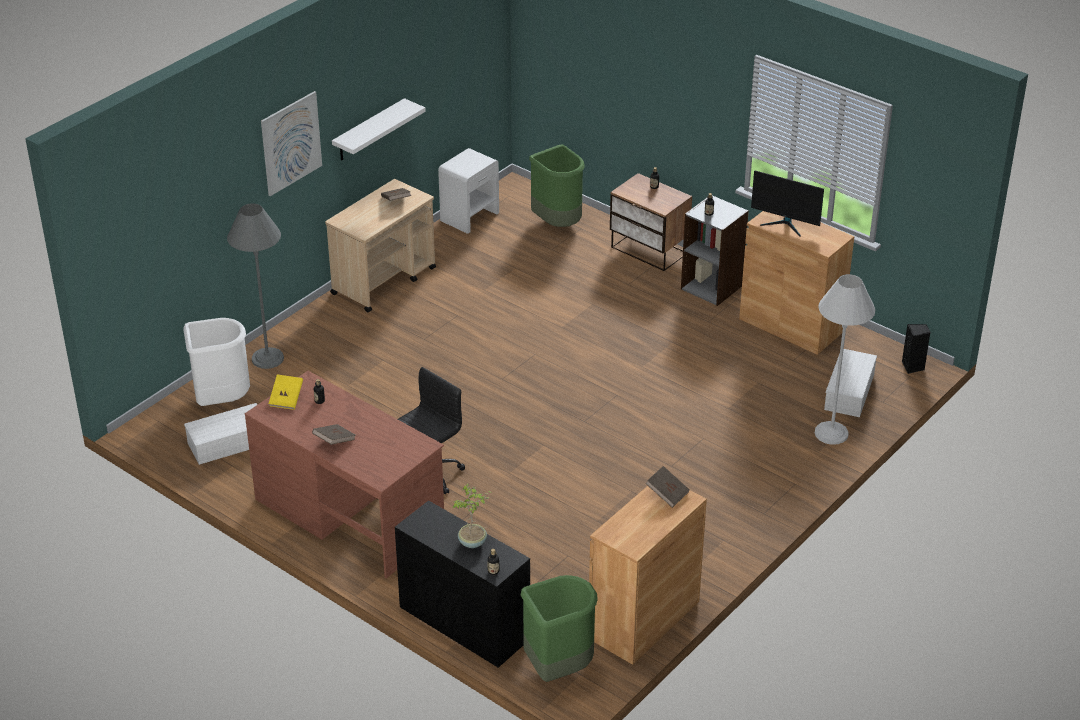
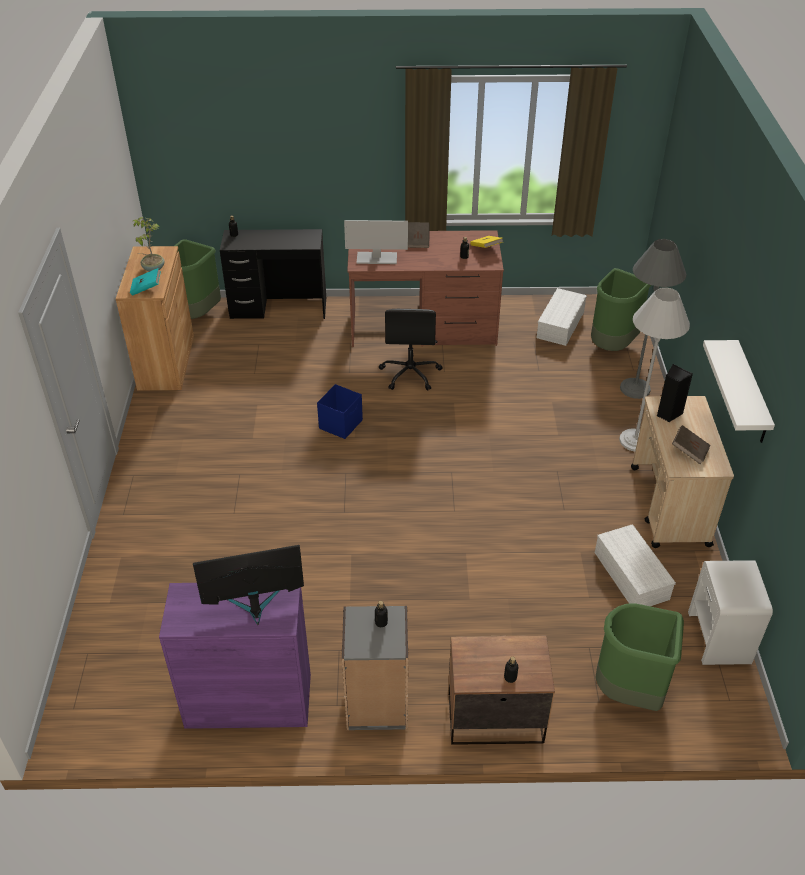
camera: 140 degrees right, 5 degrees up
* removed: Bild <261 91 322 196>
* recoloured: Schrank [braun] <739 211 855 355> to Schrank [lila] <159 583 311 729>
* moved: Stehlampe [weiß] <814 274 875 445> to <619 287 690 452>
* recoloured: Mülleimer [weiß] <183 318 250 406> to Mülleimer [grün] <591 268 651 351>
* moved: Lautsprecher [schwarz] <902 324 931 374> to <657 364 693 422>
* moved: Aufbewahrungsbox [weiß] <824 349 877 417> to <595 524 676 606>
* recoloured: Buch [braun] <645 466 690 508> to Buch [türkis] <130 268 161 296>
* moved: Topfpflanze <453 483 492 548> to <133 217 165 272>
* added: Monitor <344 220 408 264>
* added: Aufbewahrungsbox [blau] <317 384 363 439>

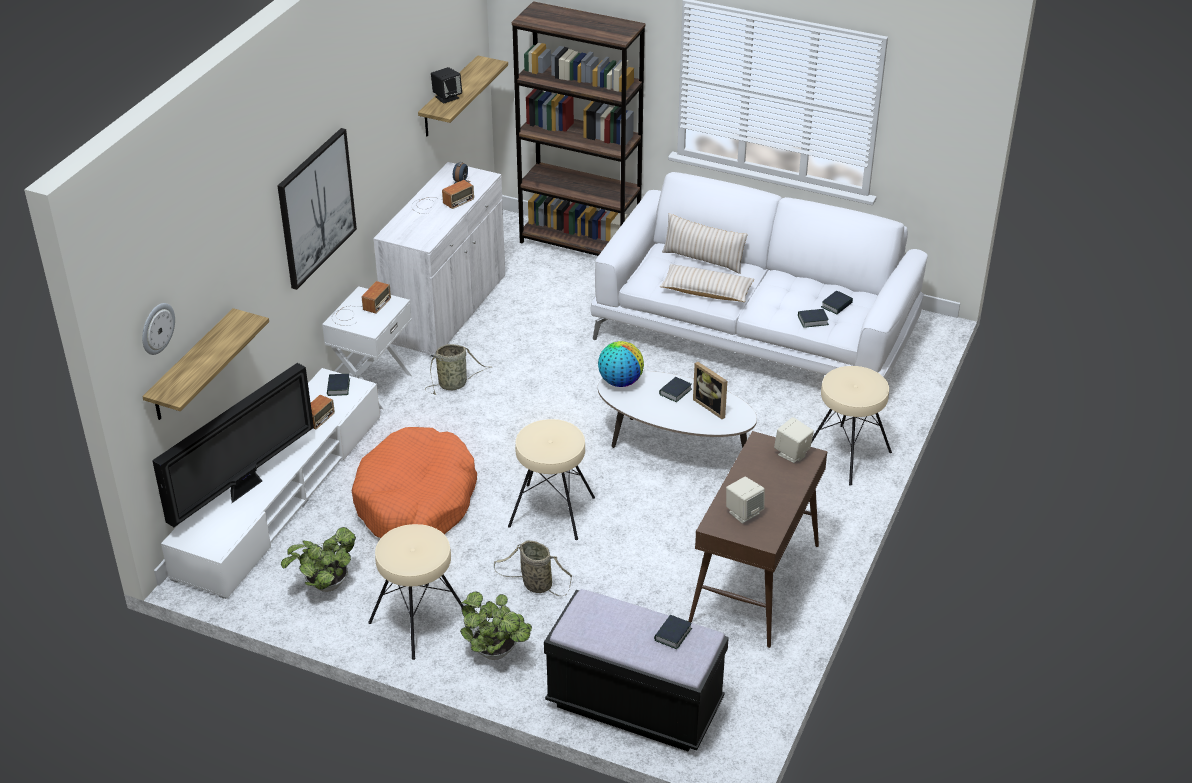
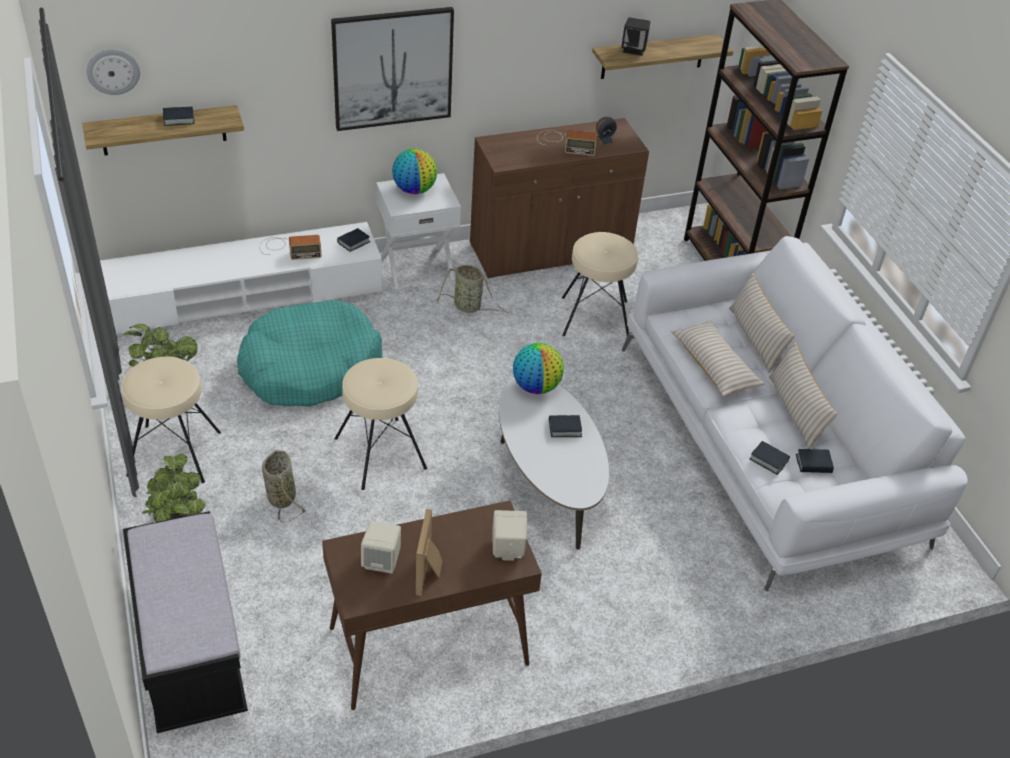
camera: 45 degrees right, 5 degrees up
* recoloured: Schrank [weiß] <373 162 505 357> to Schrank [braun] <470 118 649 278>
* replaced: Radio <332 281 391 326> to Globus <392 149 437 194>
* moved: Bilderrahmen <693 362 727 419> to <416 509 442 596>
* removed: Fernseher <152 363 314 527>
* moved: Hocker [beige] <811 366 892 486> to <562 232 638 336>
* recoloured: Hundebett [orange] <352 427 477 538> to Hundebett [türkis] <237 300 383 406>
* moved: Buch <654 615 692 649> to <163 107 194 126>
* added: Kissen [beige] <769 341 837 449>

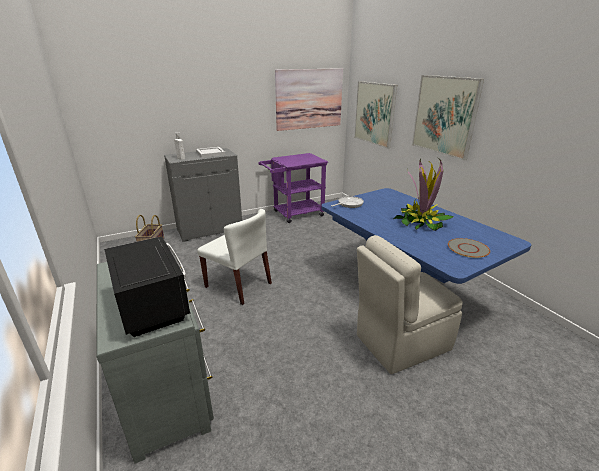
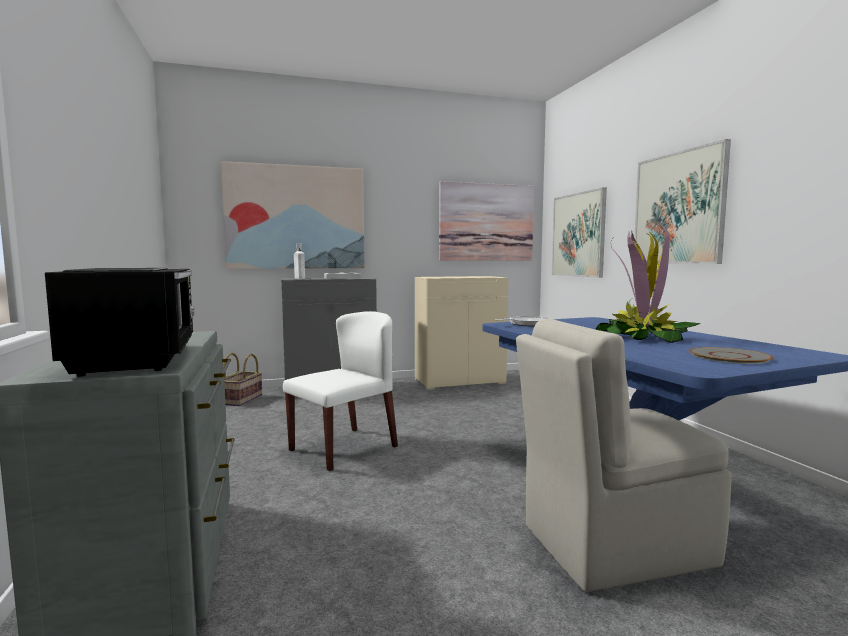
camera: 10 degrees right, 20 degrees down
* replaced: Rollwagen [lila] <258 153 328 223> to Schrank [beige] <415 276 509 390>
* turned: Stuhl [weiß] <197 209 272 305> = <283 311 398 471> 90 degrees counterclockwise
* added: Bild <221 161 365 269>

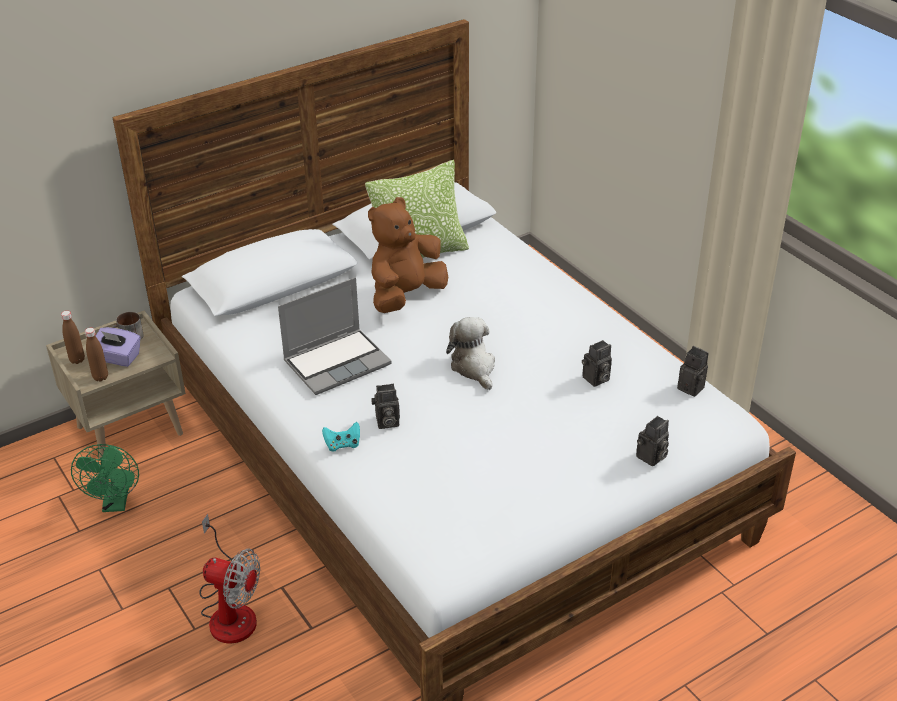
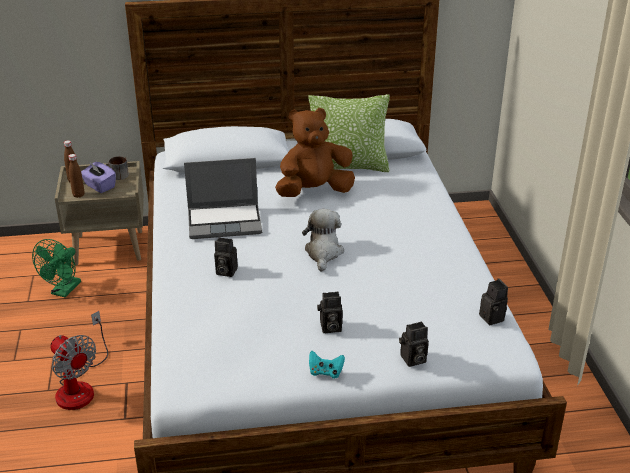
camera: 25 degrees right, 5 degrees down
* moved: Kamera <582 340 612 387> to <317 292 343 333>
* moved: Gamepad [türkis] <322 422 360 452> to <309 351 345 379>

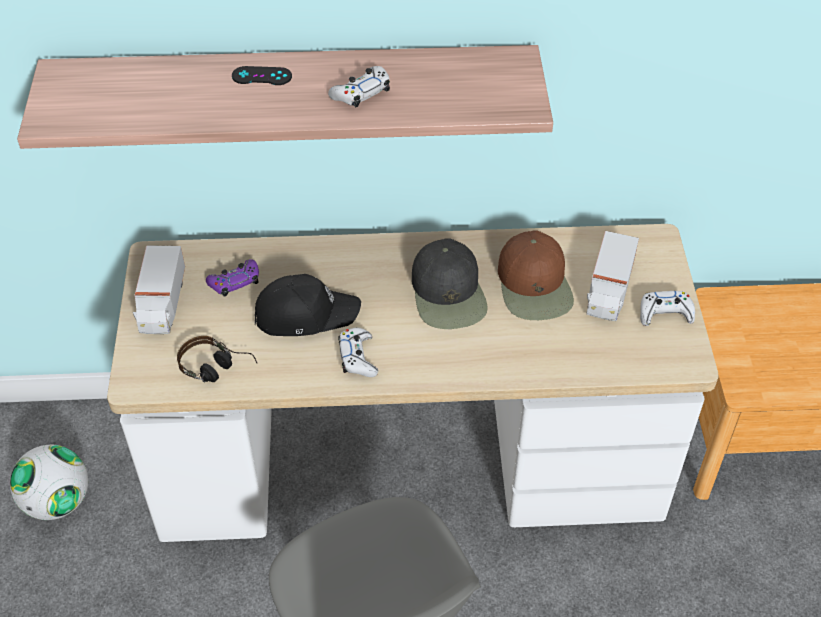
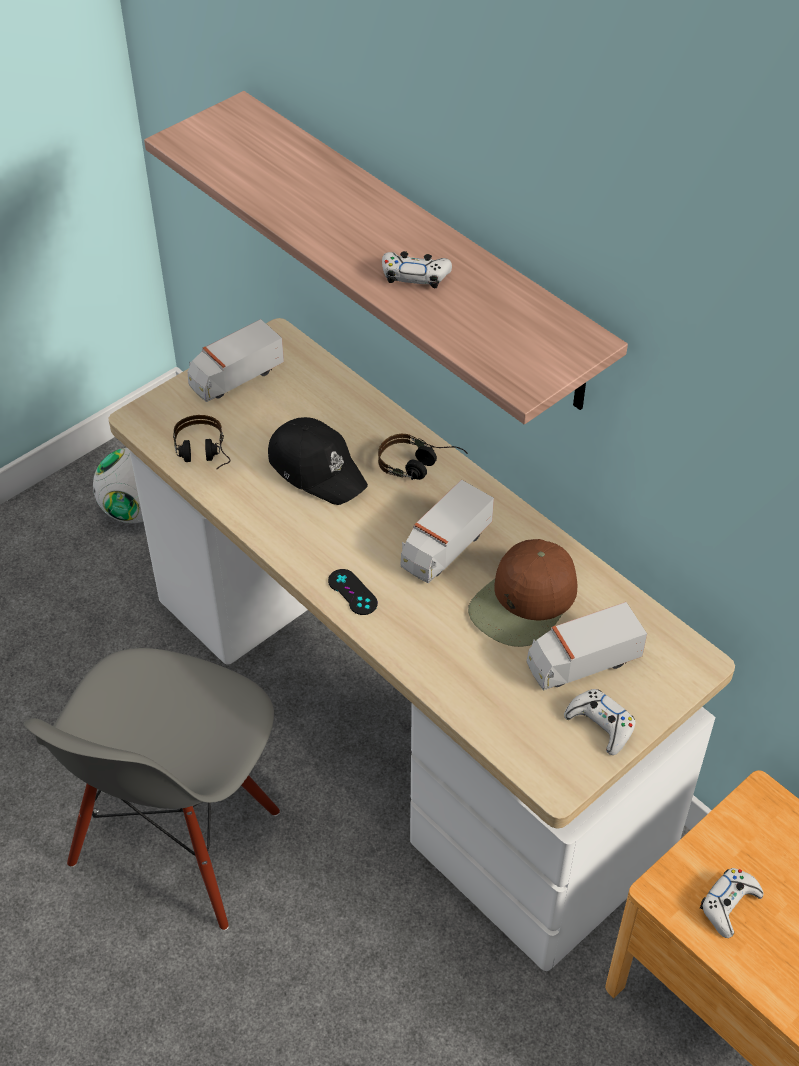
camera: 50 degrees right, 0 degrees up
* moved: Gamepad [schwarz] <232 66 292 85> to <328 569 378 615>
* replaced: Kappe [schwarz] <412 238 488 329> to Spielzeuglaster <400 480 494 583>
* removed: Gamepad [lila] <206 259 259 297>
* moved: Gamepad [weiß] <338 328 378 377> to <700 868 763 938>
* added: Kopfhörer <378 434 468 480>

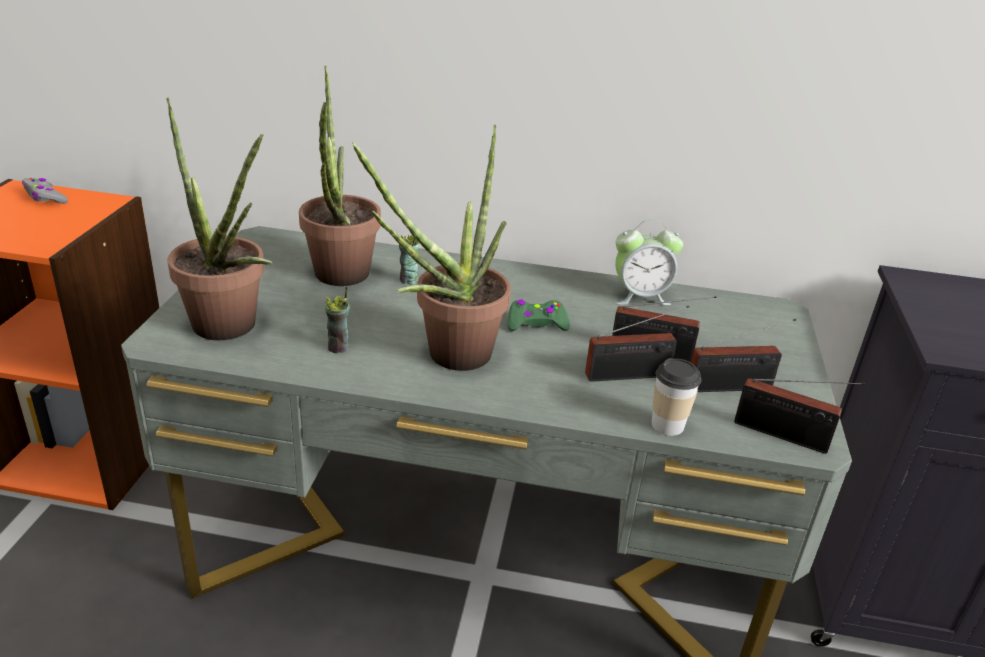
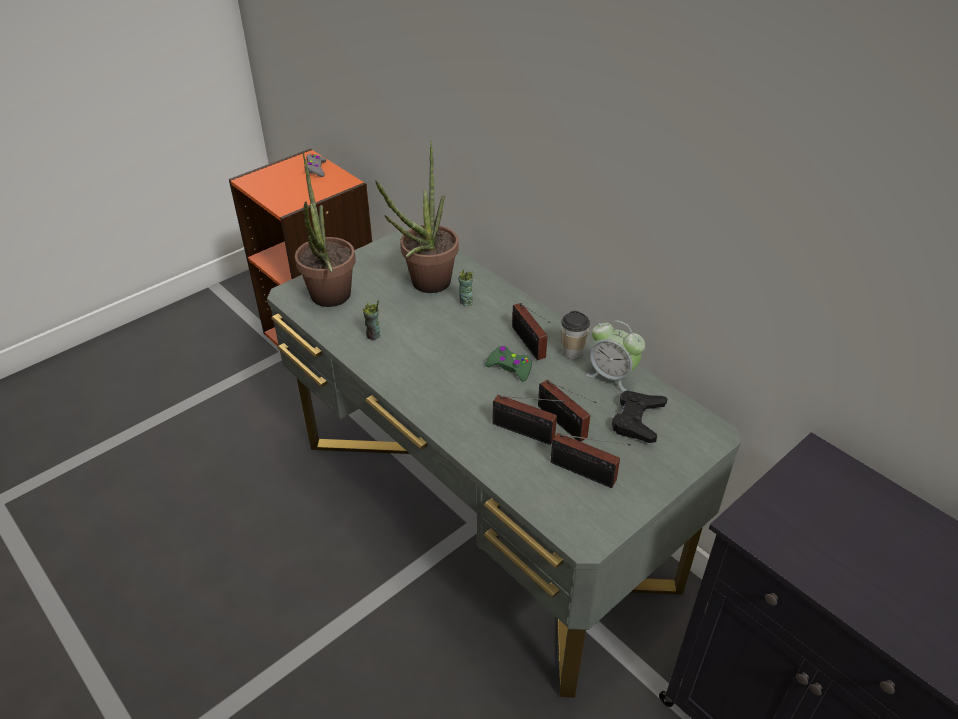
camera: 40 degrees right, 10 degrees up
* removed: Topfpflanze <352 125 511 371>
* moved: Tasse <651 358 701 436> to <561 311 590 359>
* moved: Radio <734 378 865 454> to <512 303 550 360>
* added: Gamepad [schwarz] <612 390 668 443>

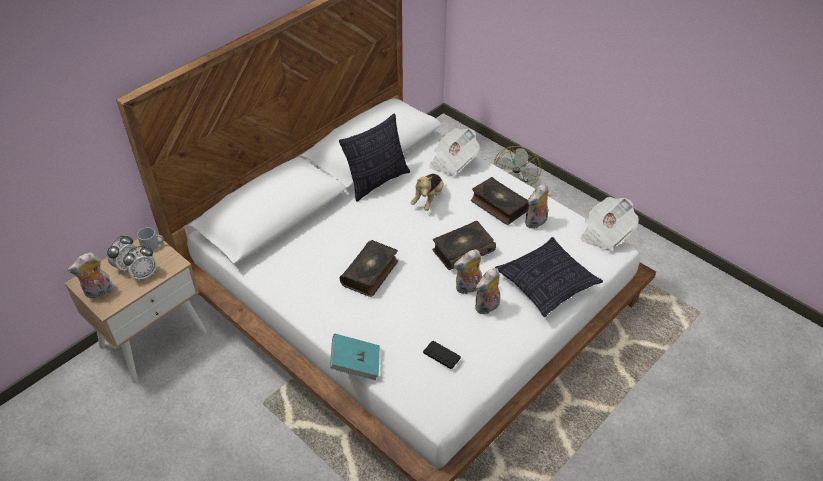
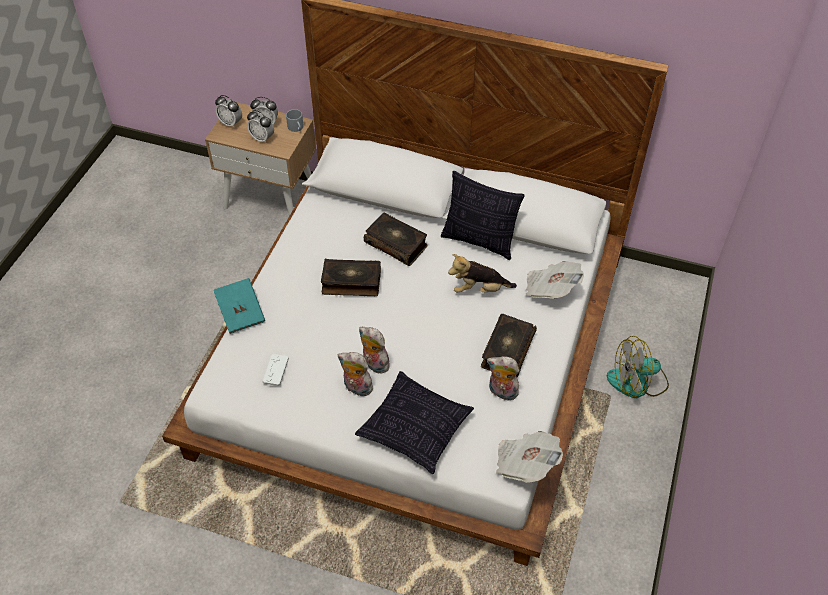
camera: 65 degrees right, 5 degrees up
* moved: Buch <432 221 496 270> to <364 213 428 266>
* replaced: Plüschtier <67 253 113 299> to Wecker <215 95 242 128>
* recoloured: Gamepad [schwarz] <423 341 461 369> to Gamepad [weiß] <263 354 289 386>

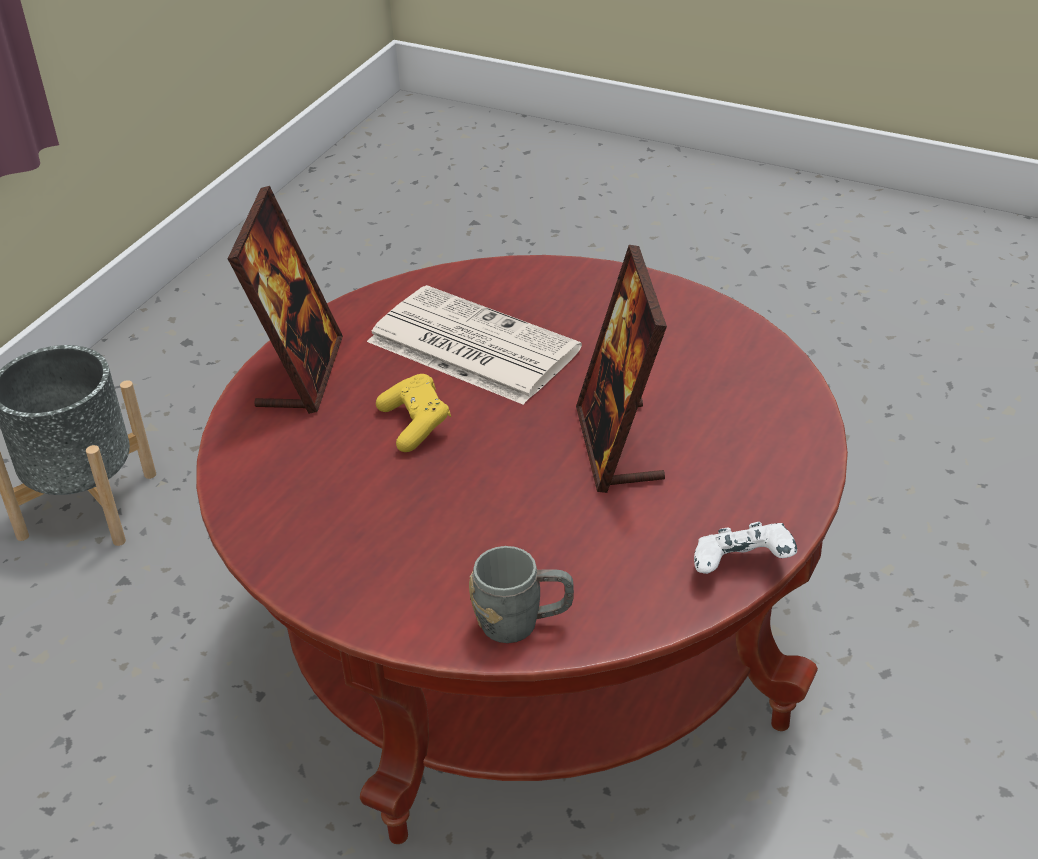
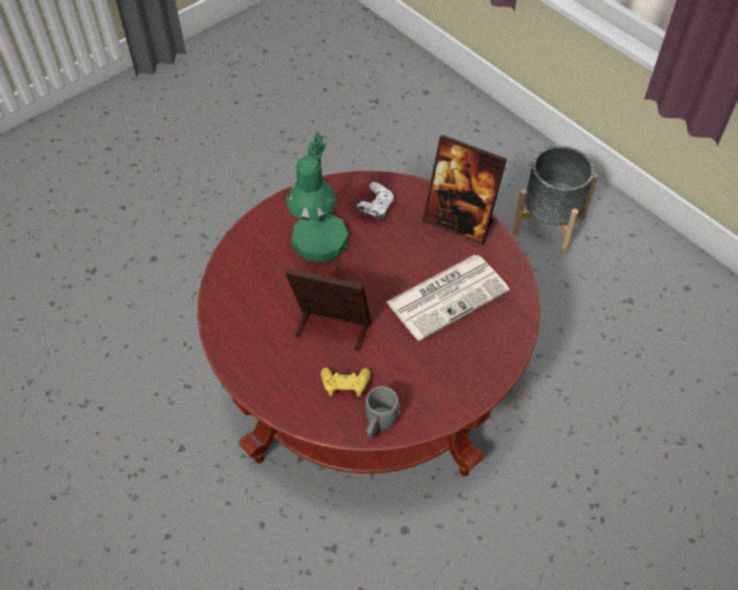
camera: 110 degrees right, 15 degrees up
* moved: Gamepad [gelb] <376 374 451 452> to <321 367 371 397>
* moved: Gamepad [weiß] <694 522 797 574> to <357 182 394 219>
* moved: Henkelbecher [grau] <469 546 574 643> to <365 386 400 440>
* added: Tischlampe [grün] <286 132 348 262>

